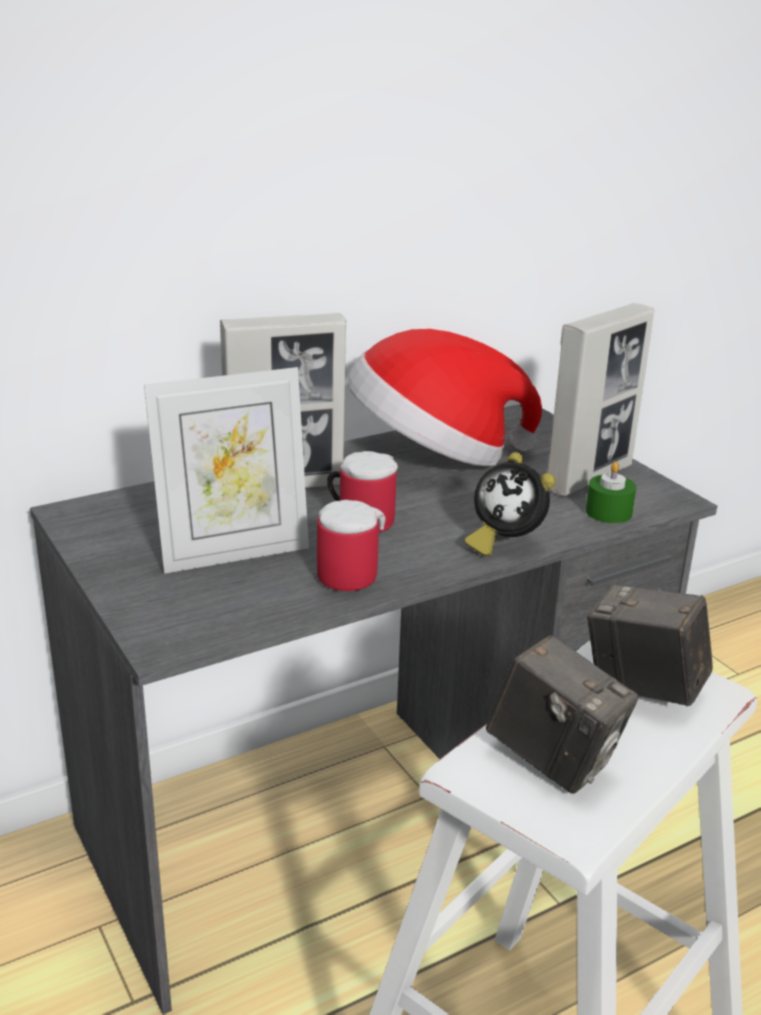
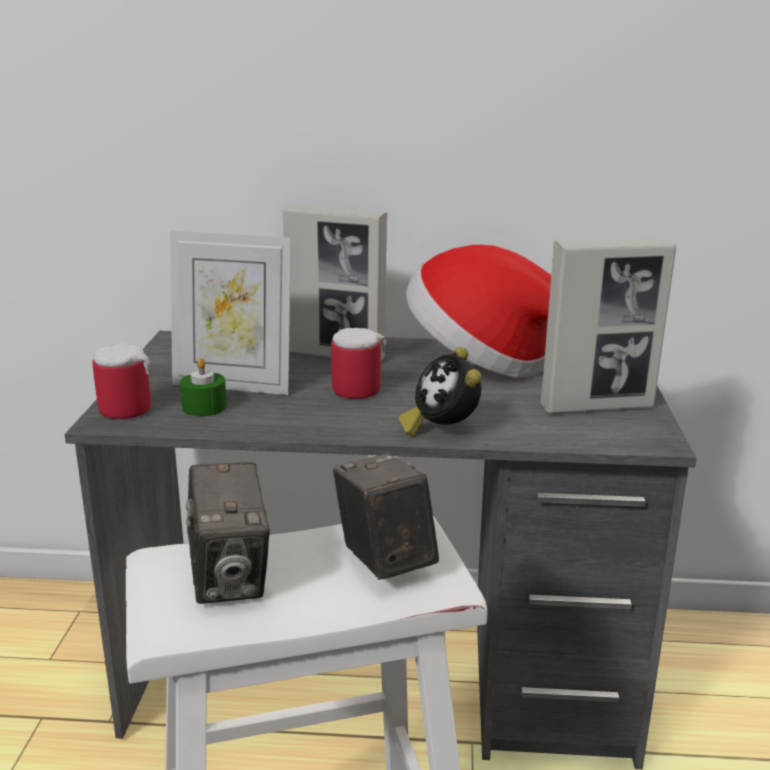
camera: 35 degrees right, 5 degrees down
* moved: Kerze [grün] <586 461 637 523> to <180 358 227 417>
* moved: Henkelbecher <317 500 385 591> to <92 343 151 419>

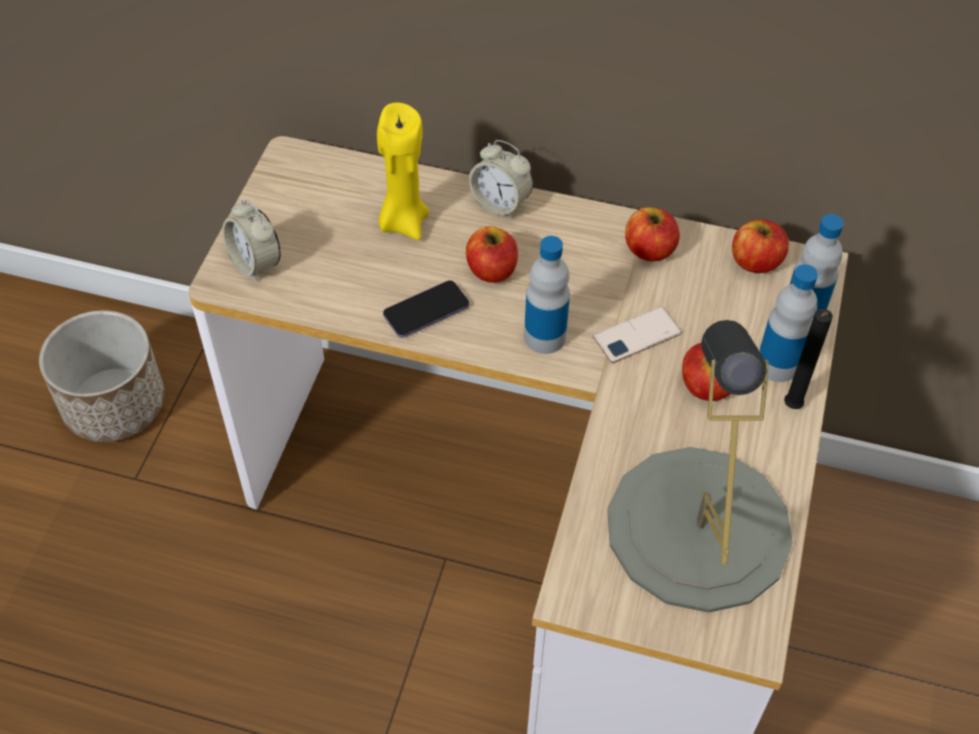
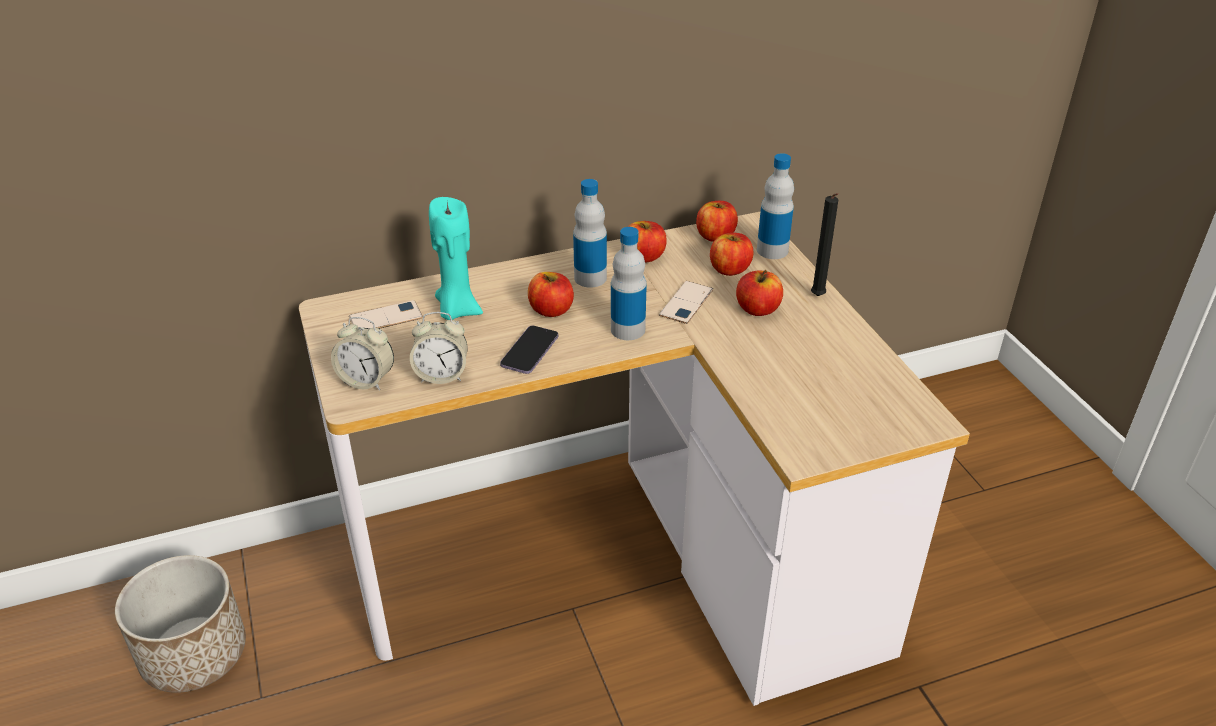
camera: 35 degrees left, 15 degrees down
* recoloured: Kerze [gelb] <377 103 429 240> to Kerze [türkis] <429 197 483 320>
* moved: Wecker <469 140 533 218> to <410 312 468 384>
* moved: Flasche <759 264 818 382> to <573 179 607 288>
* removed: Tischlampe [grau] <607 320 793 613>
* added: Apfel <710 233 754 276>
* added: Handy <349 300 423 329>

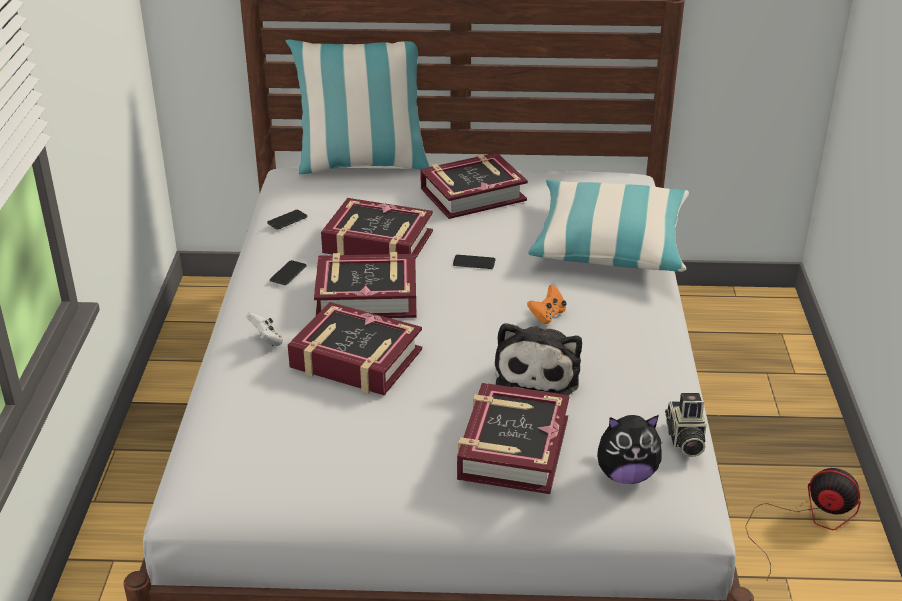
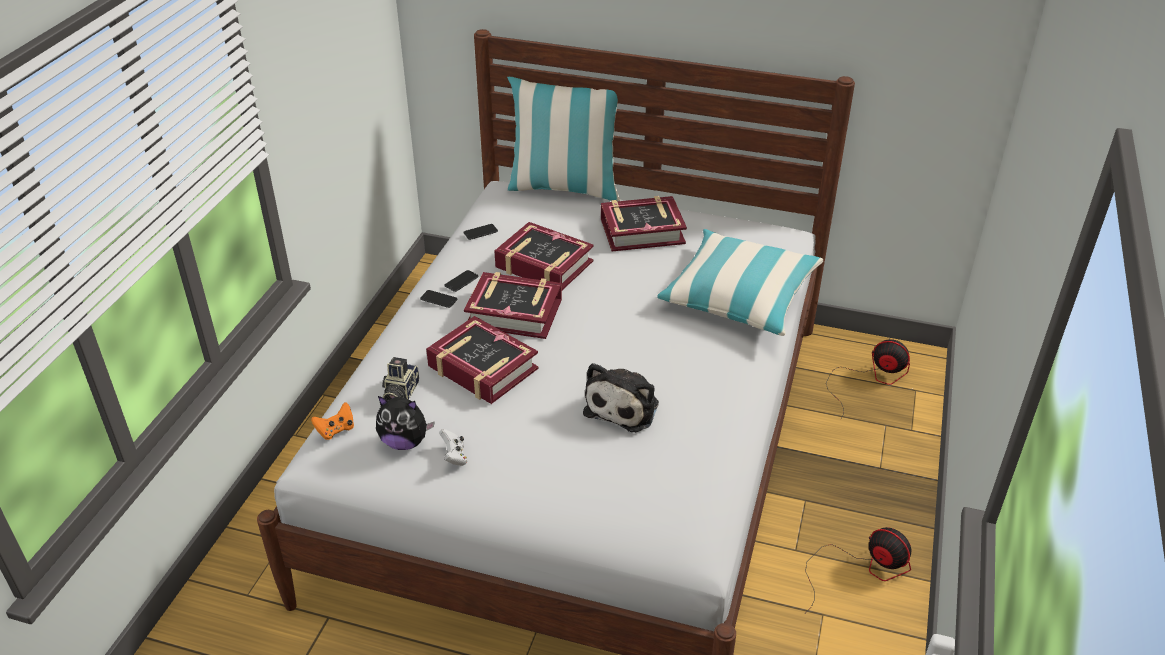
camera: 15 degrees right, 5 degrees up
* moved: Handy <453 255 495 269> to <420 290 457 308>
* moved: Gamepad [orange] <527 284 567 324> to <311 402 354 440>
* moved: Gamepad [weiß] <246 312 283 346> to <439 429 467 466>
* removed: Buch <457 383 570 494>
* moved: Kamera <665 393 707 457> to <382 357 419 400>
* moved: Plüschtier <597 415 663 484> to <376 396 435 450>
* added: Ventilator <826 339 910 420>

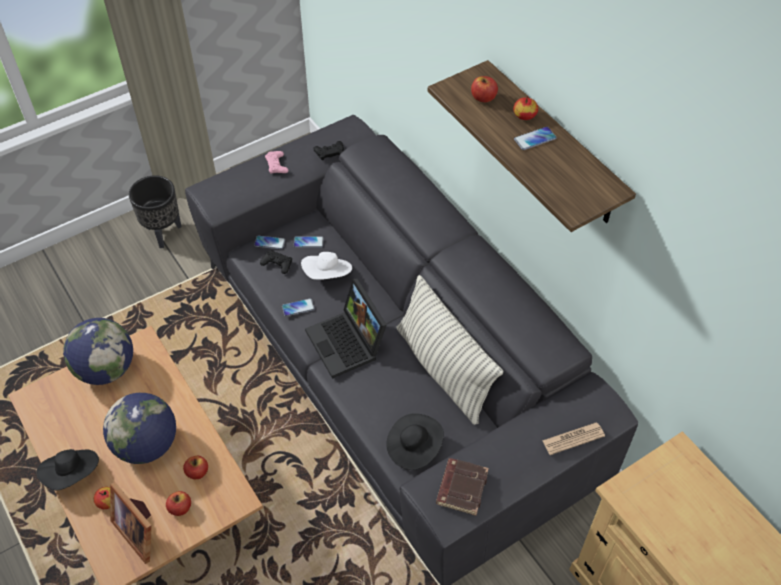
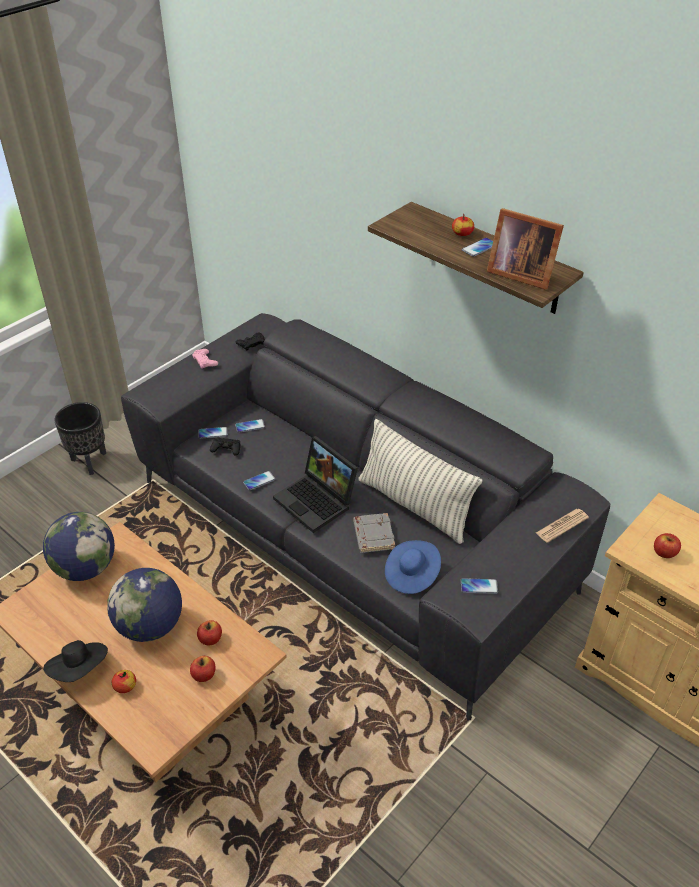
camera: 15 degrees left, 10 degrees down
* moved: Apfel <471 76 498 102> to <654 533 681 558>
* removed: Hut [weiß] <301 252 352 280>
* recoloured: Hut [schwarz] <386 413 444 470> to Hut [blau] <385 540 441 594>
* replaced: Buch [braun] <436 458 489 516> to Handy <461 578 498 594>
* moved: Bilderrahmen <110 482 152 564> to <487 208 564 290>
* added: Buch [grau] <353 513 395 553>

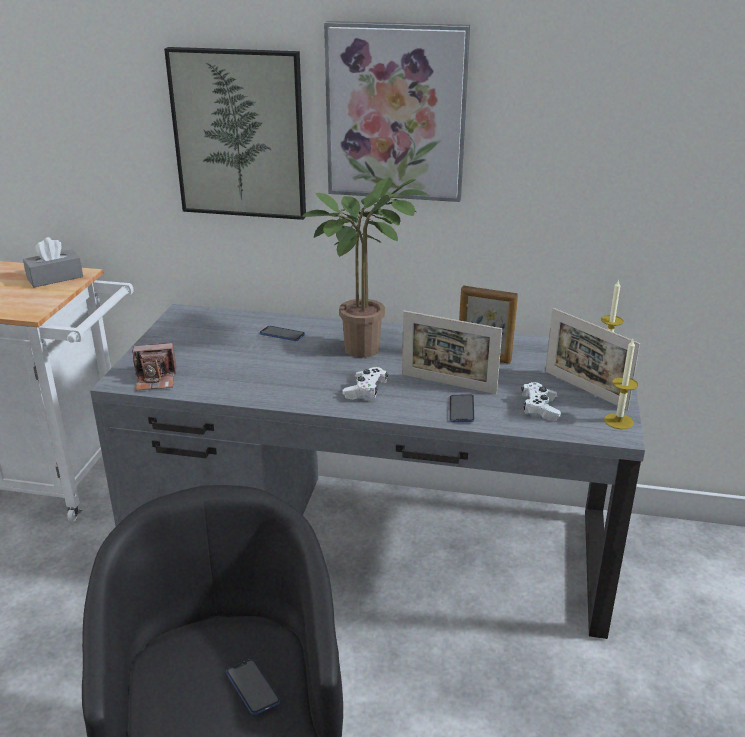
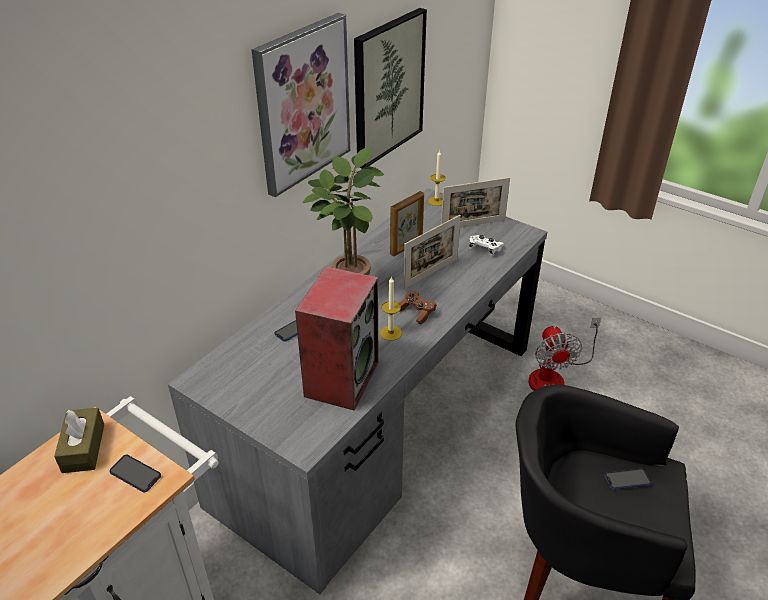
camera: 65 degrees left, 10 degrees up
* moved: Bild <164 47 306 220> to <354 8 427 168>
* recoloured: Taschentuchbox [grau] <23 237 83 288> to Taschentuchbox [braun] <54 408 104 473>
* moved: Kerze <604 339 638 429> to <380 276 402 341>
* removed: Kamera <132 342 176 390>
* recoloured: Gamepad [weiß] <342 367 388 400> to Gamepad [braun] <399 291 436 324>
* moved: Handy <449 395 474 423> to <109 454 161 493>
* added: Lautsprecher <295 266 379 410>
* added: Ventilator <528 317 601 391>

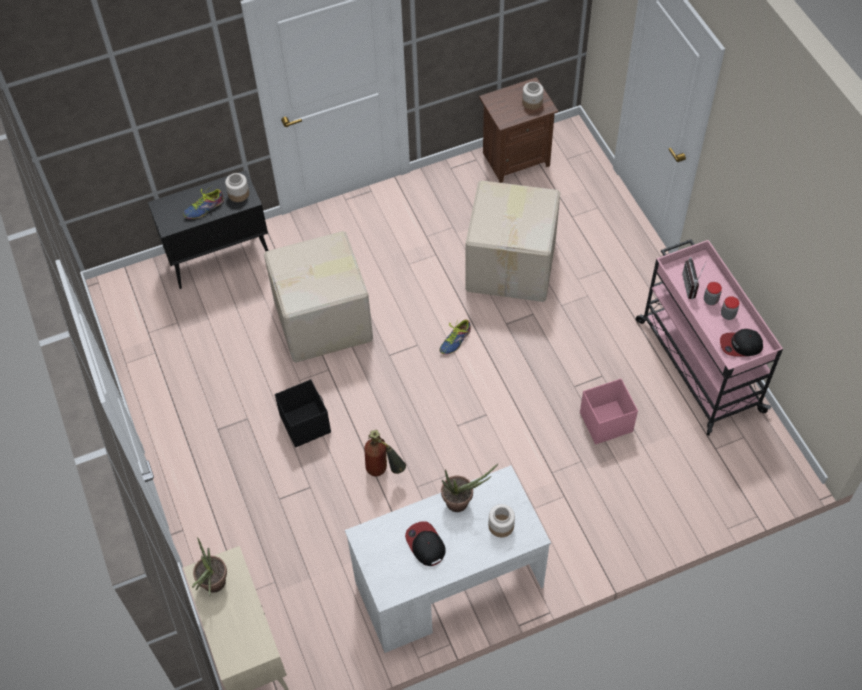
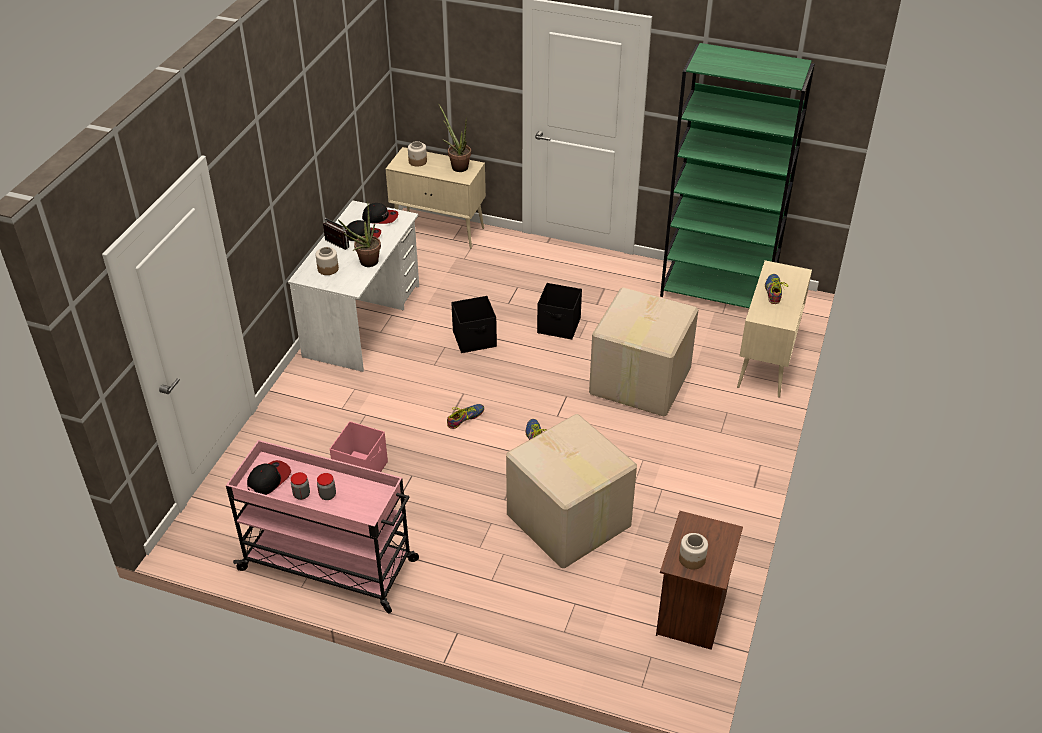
camera: 130 degrees right, 15 degrees down
* recoloured: Schrank [schwarz] <148 170 269 289> to Schrank [beige] <737 260 812 397>
* moved: Vorratsglas <225 173 249 202> to <408 141 427 167>
* moved: Radio <682 257 706 299> to <323 218 349 250>
* replaced: Feuerlöscher <364 430 406 476> to Aufbewahrungsbox [schwarz] <451 296 497 353>
* added: Bücherregal [grün] <660 43 815 308>
* added: Kappe <362 203 398 224>
* added: Schuh <447 404 484 429>

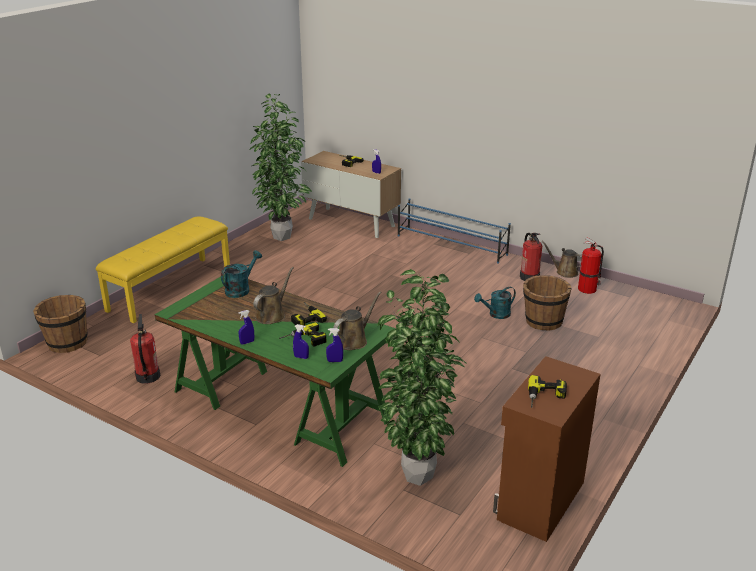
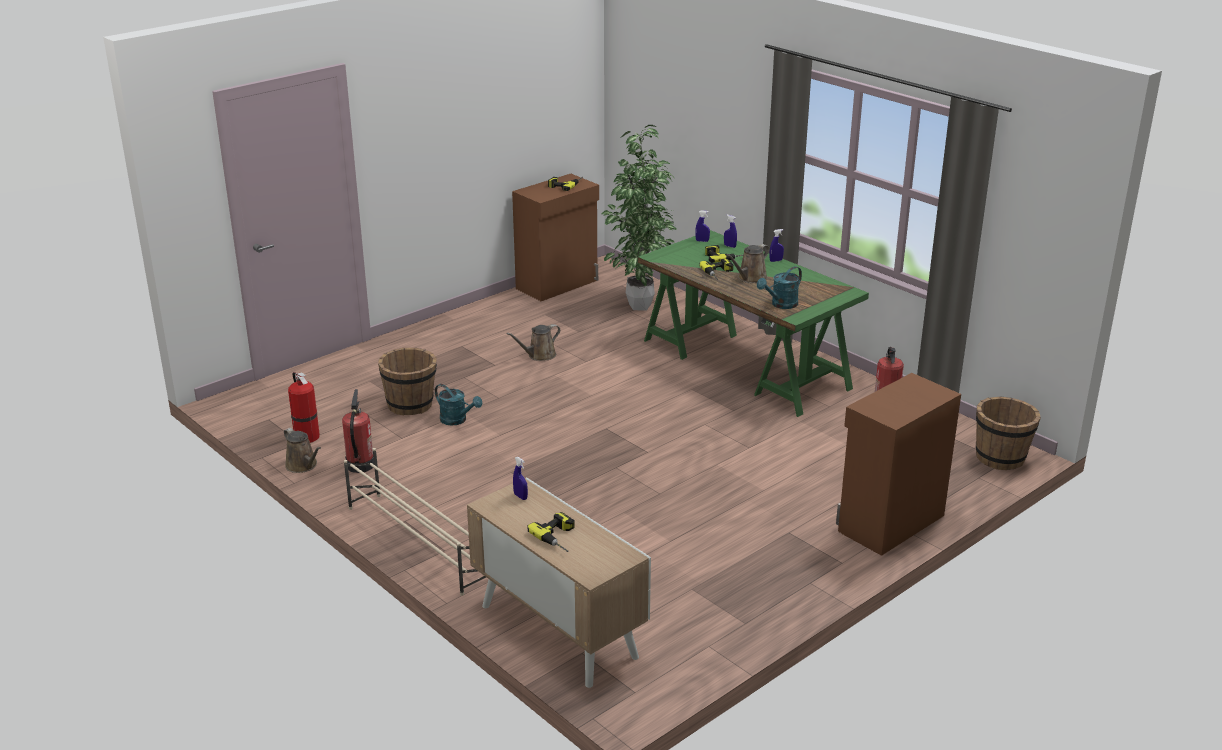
camera: 165 degrees left, 0 degrees up
* removed: Topfpflanze <249 94 312 241>
* recoloured: Schuhregal [blau] <398 198 511 263> to Schuhregal [beige] <344 448 486 596>
* replaced: Bank [gelb] <96 217 230 323> to Schrank [braun] <836 373 961 556>
* turned: Gießkanne [türkis] <474 287 516 319> = <435 384 482 426> 45 degrees clockwise
* moved: Gießkanne [braun] <333 291 382 350> to <506 324 560 361>

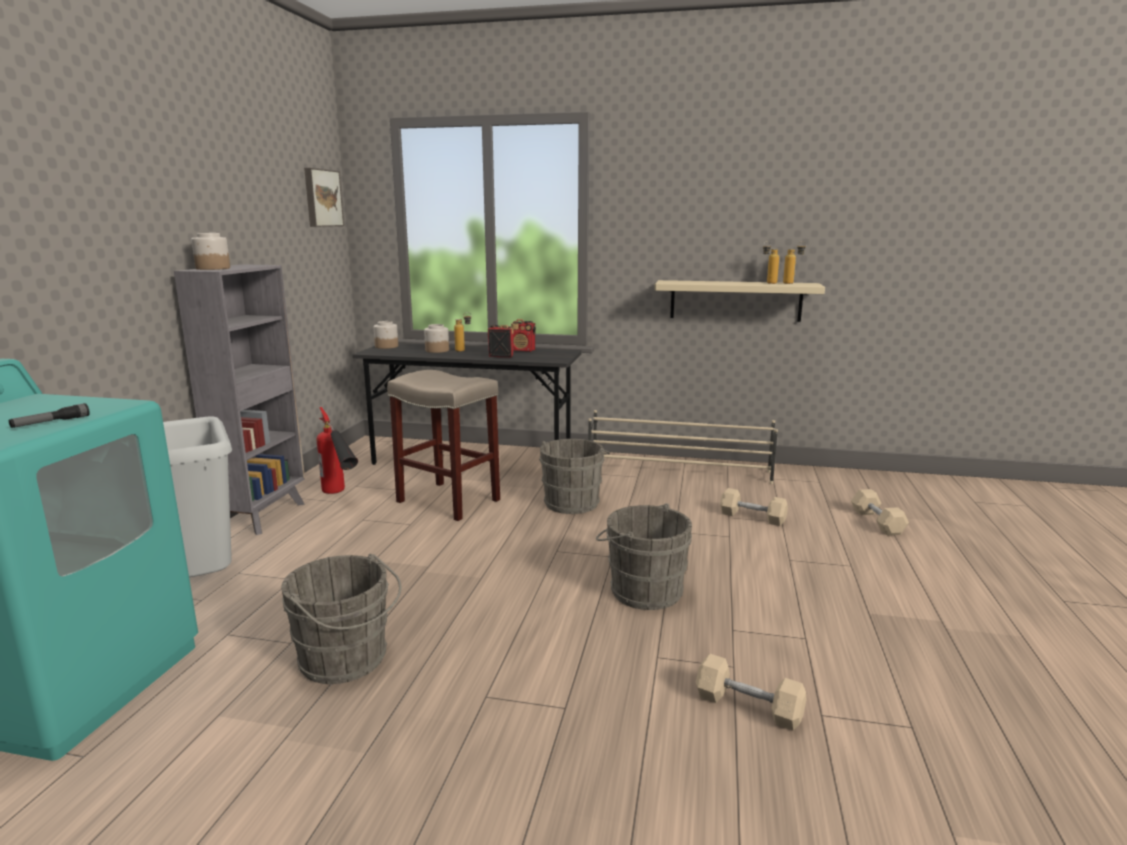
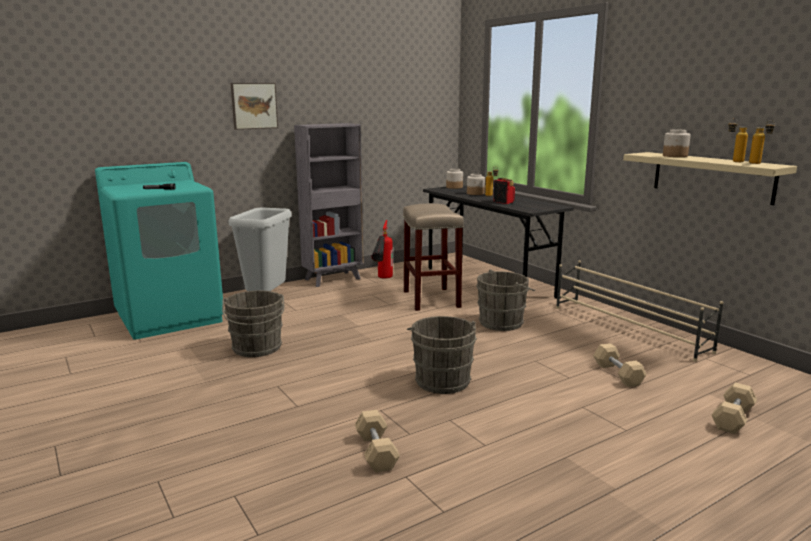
camera: 45 degrees right, 0 degrees up
* moved: Bild <304 168 344 227> to <231 83 278 130>
* moved: Vorratsglas <192 233 230 270> to <663 130 691 157>
* removed: Radio <511 319 536 351>

